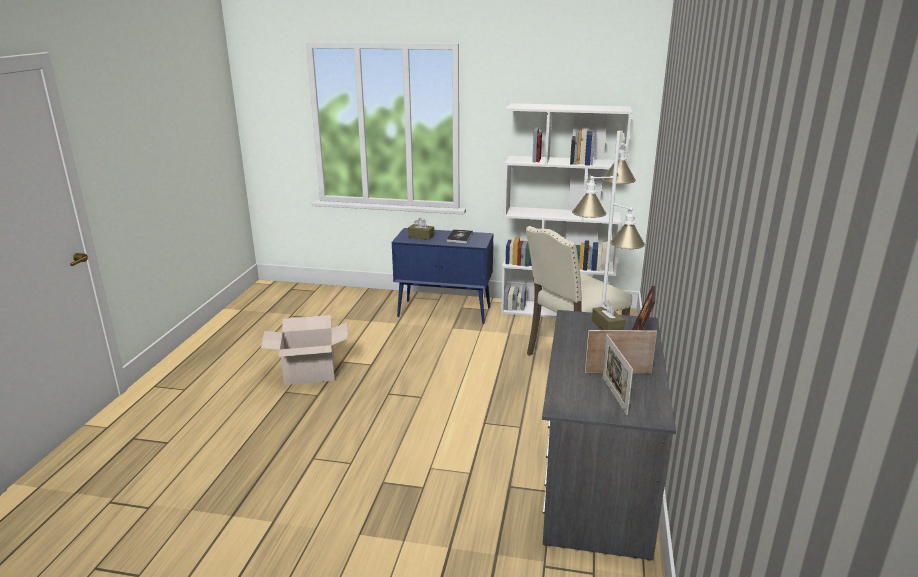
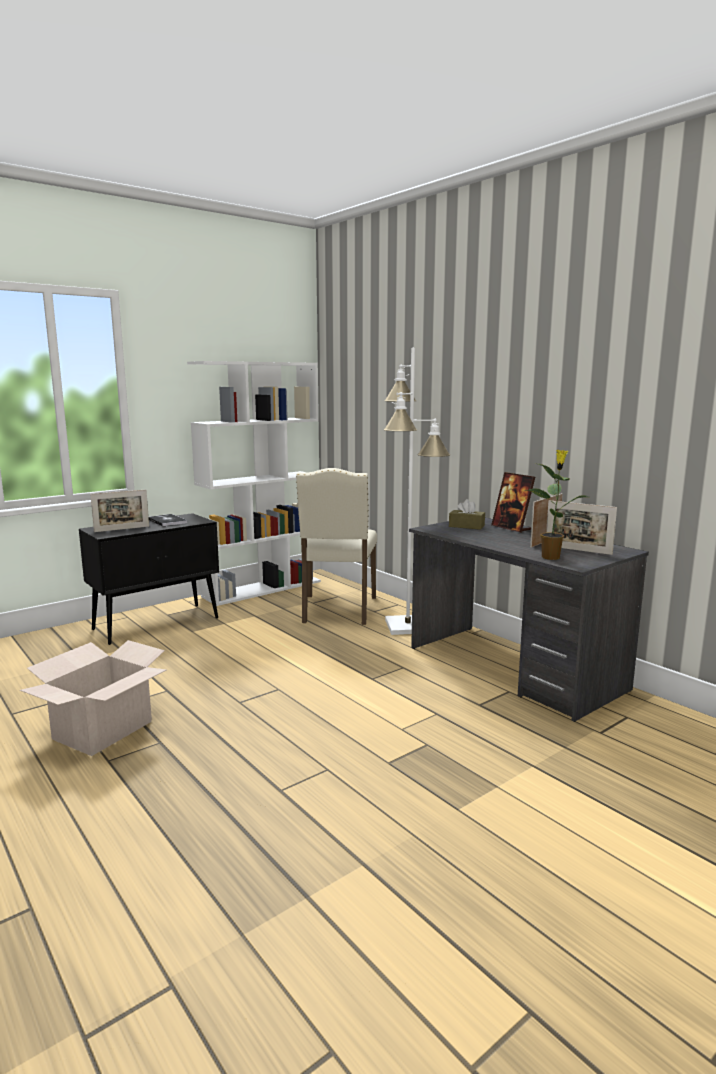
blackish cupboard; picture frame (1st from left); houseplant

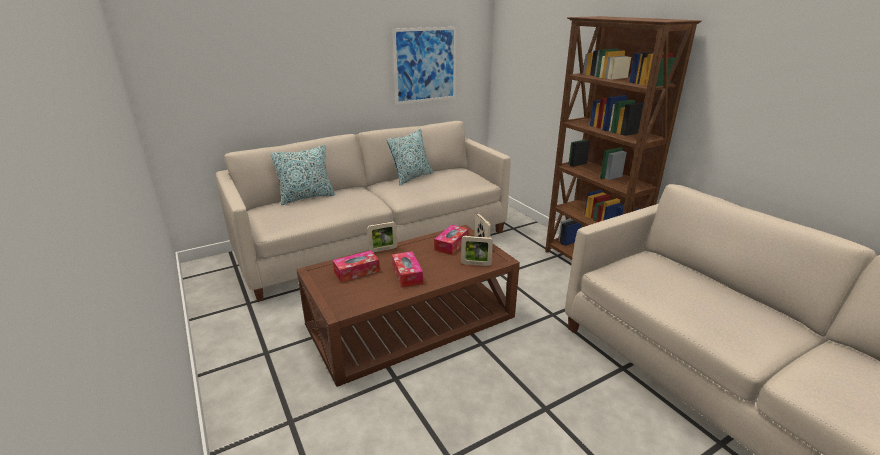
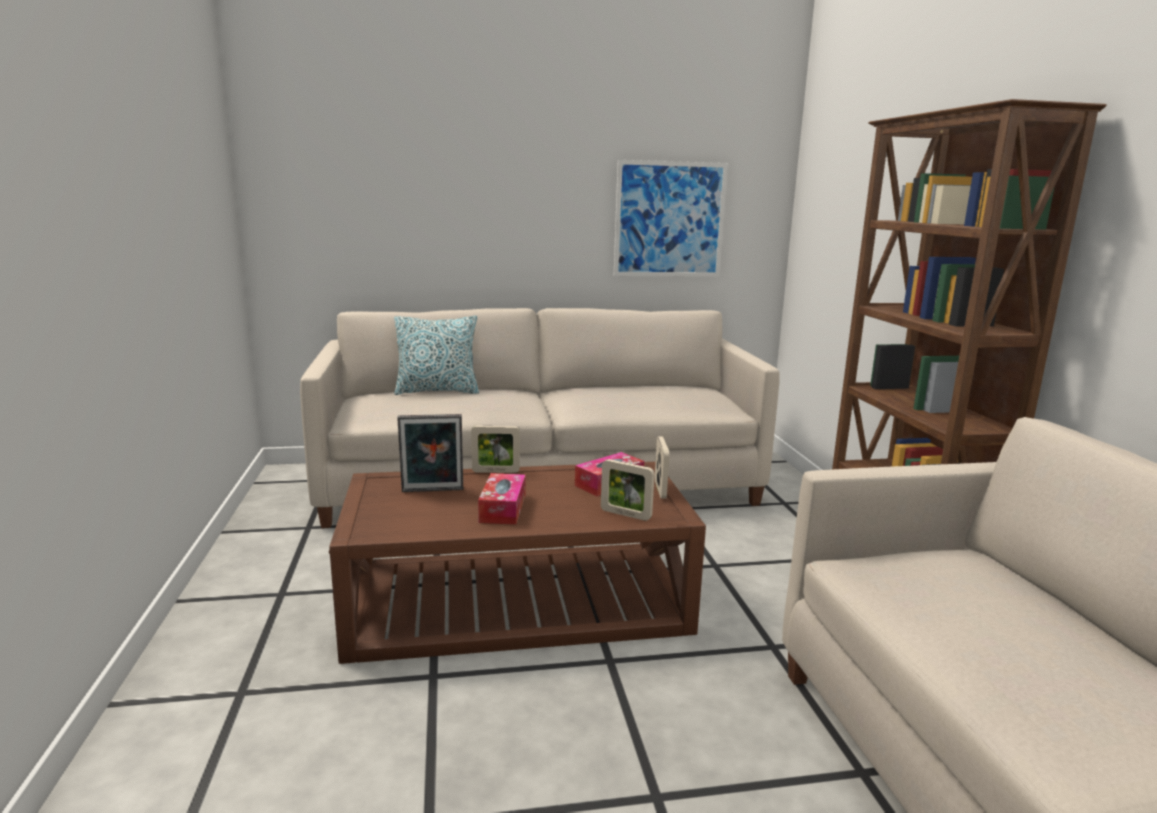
picture frame (1st from left); throw pillow (2nd from left in the first image)

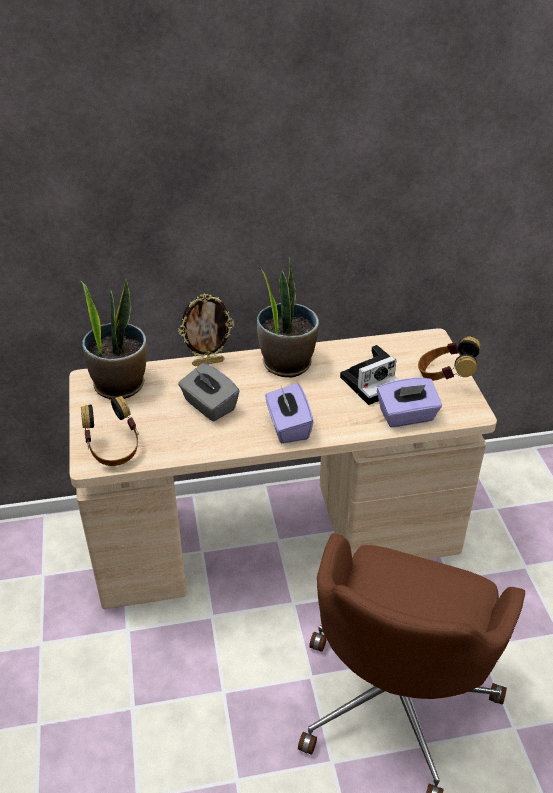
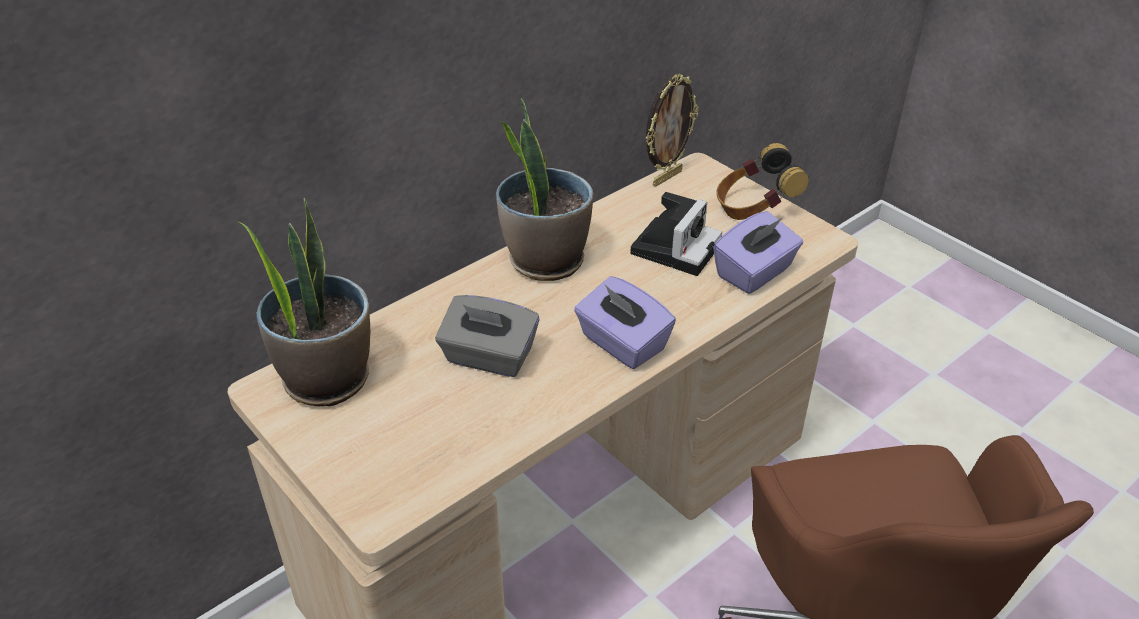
picture frame; pair of headphones (1st from left in the first image)

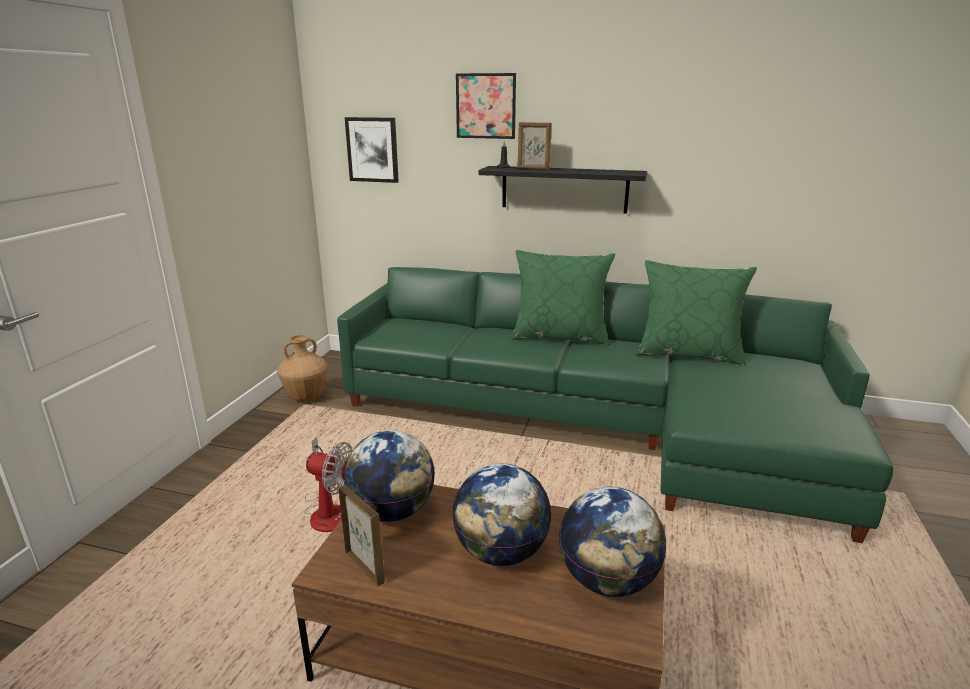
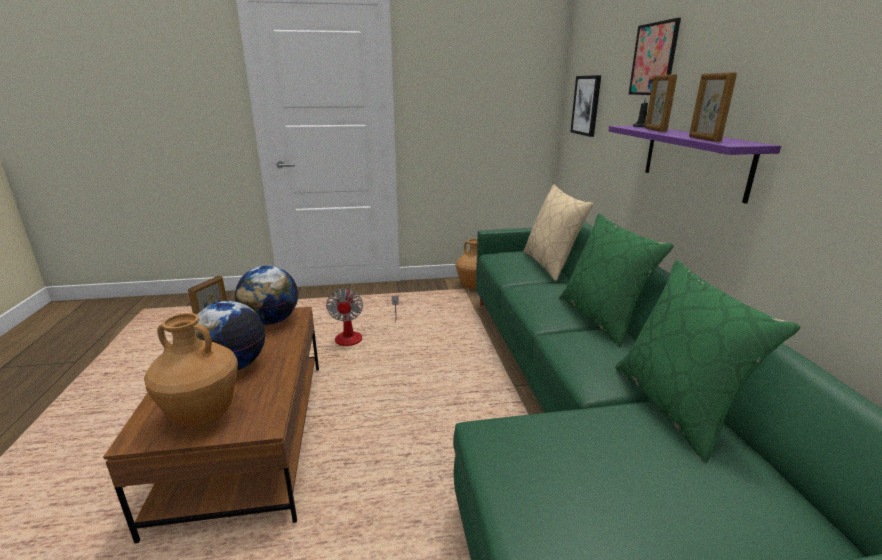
brown-coloured decorative vase (1st from left); sand-coloured throw pillow; purple wall shelf; picture frame (3rd from left)

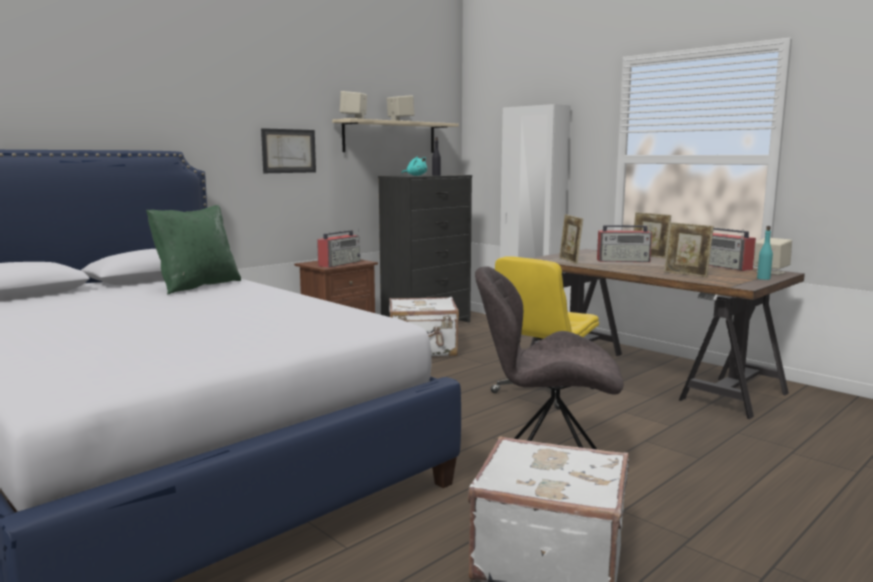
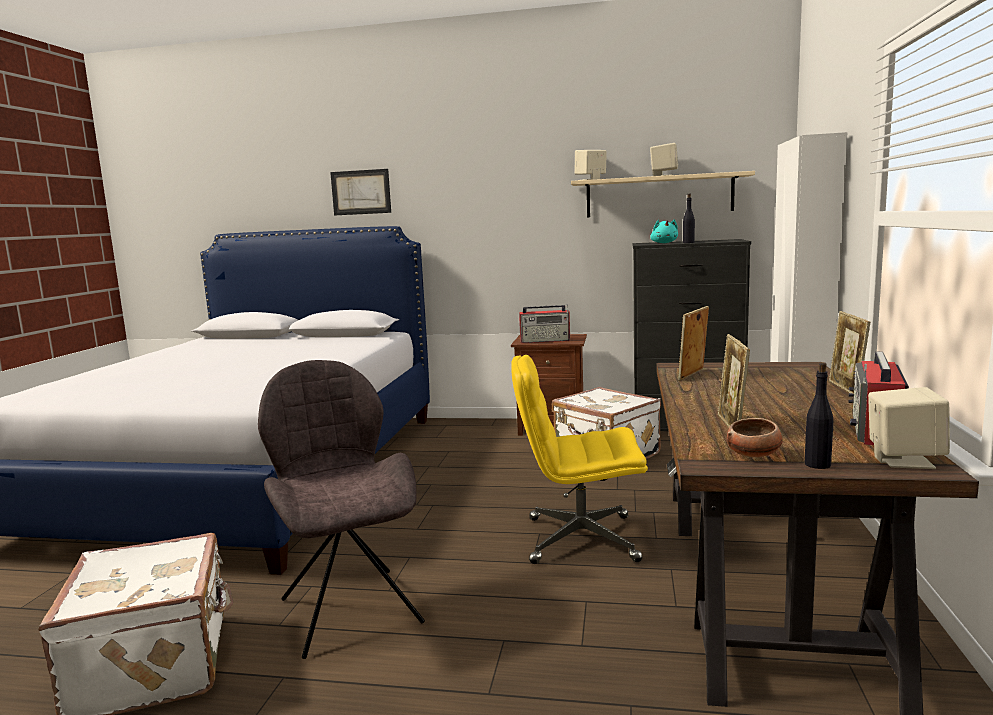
picture; serving bowl; blackish drink bottle (2nd from left); green-coloured throw pillow; radio receiver (2nd from left in the first image)

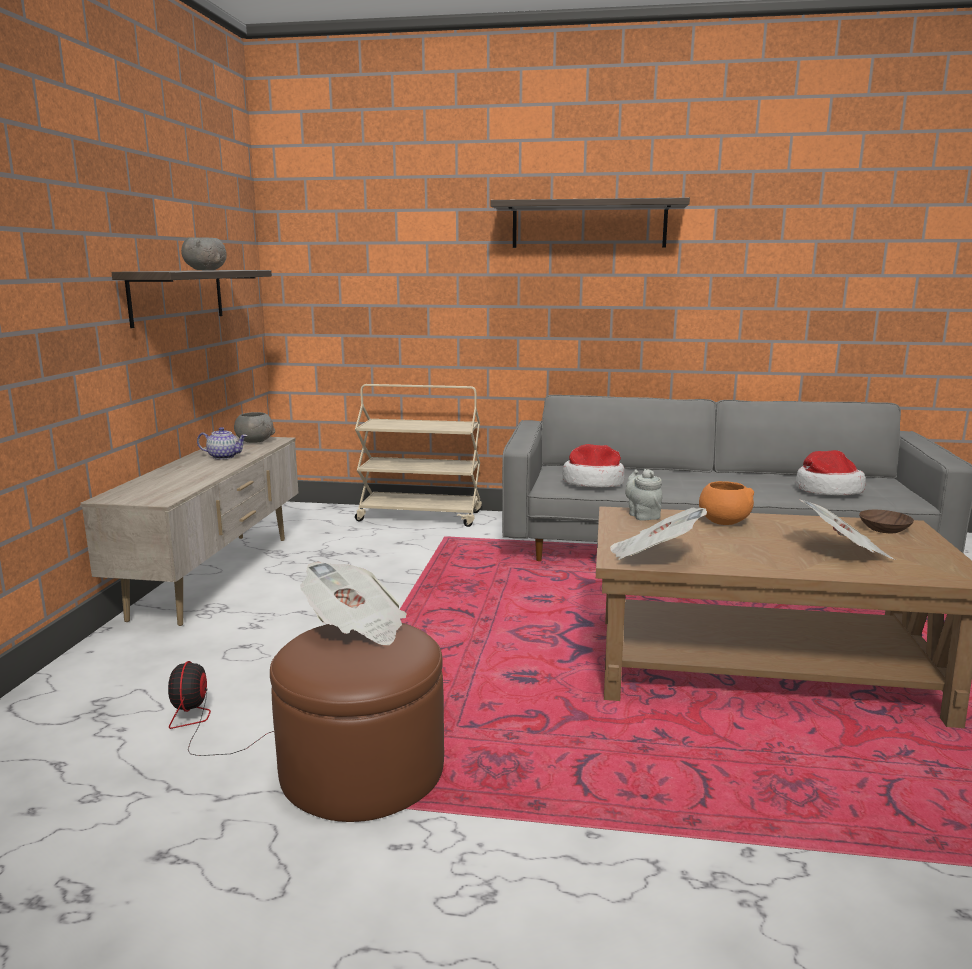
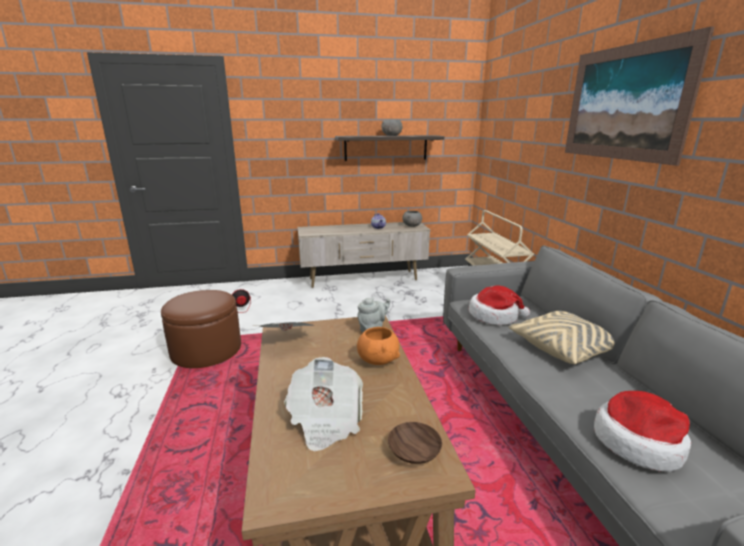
sand-coloured throw pillow; picture; printed paper (1st from left in the first image)

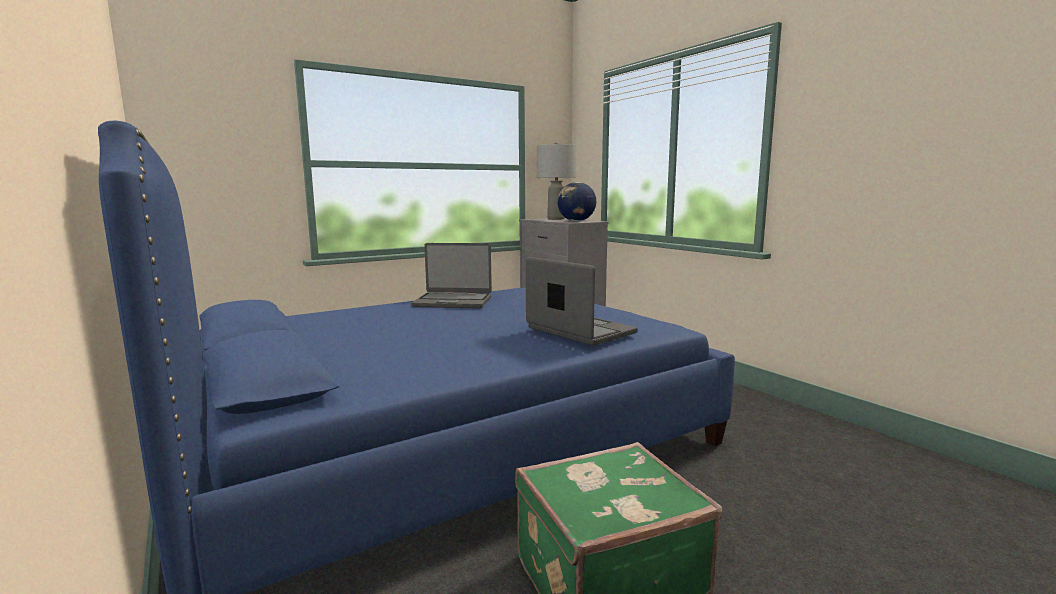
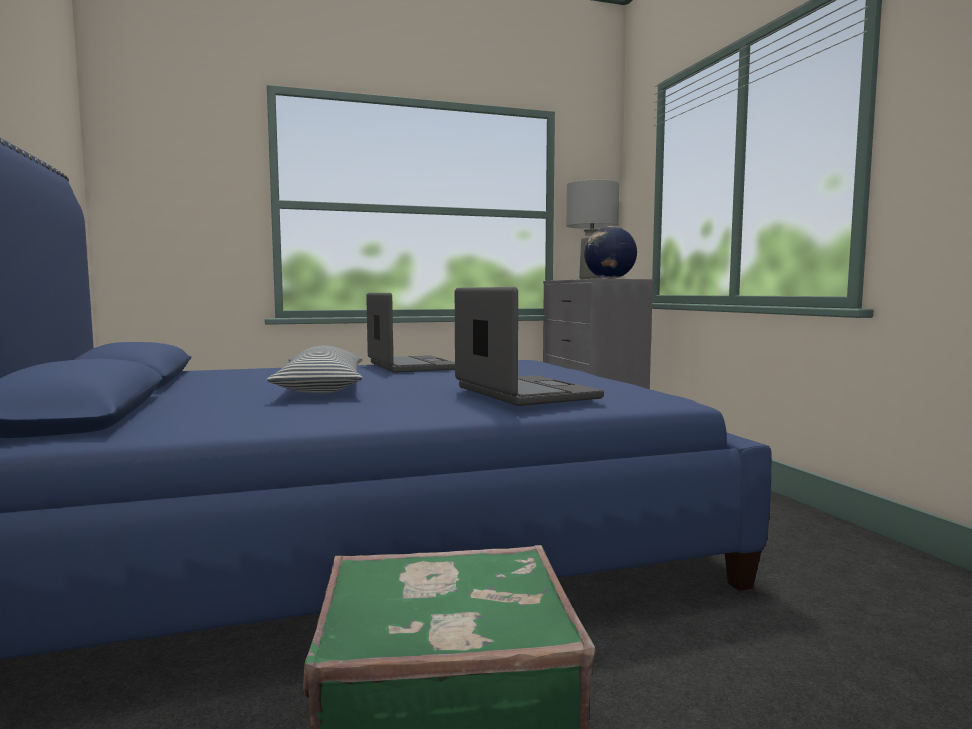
throw pillow; notebook computer (1st from left)

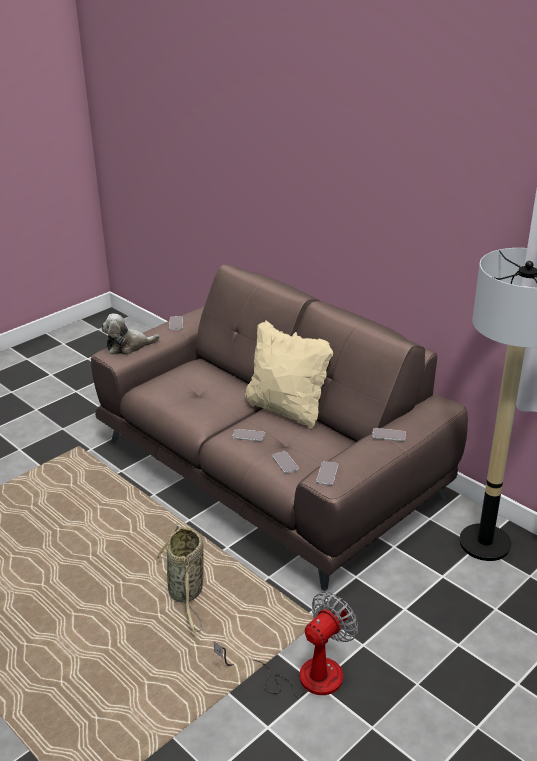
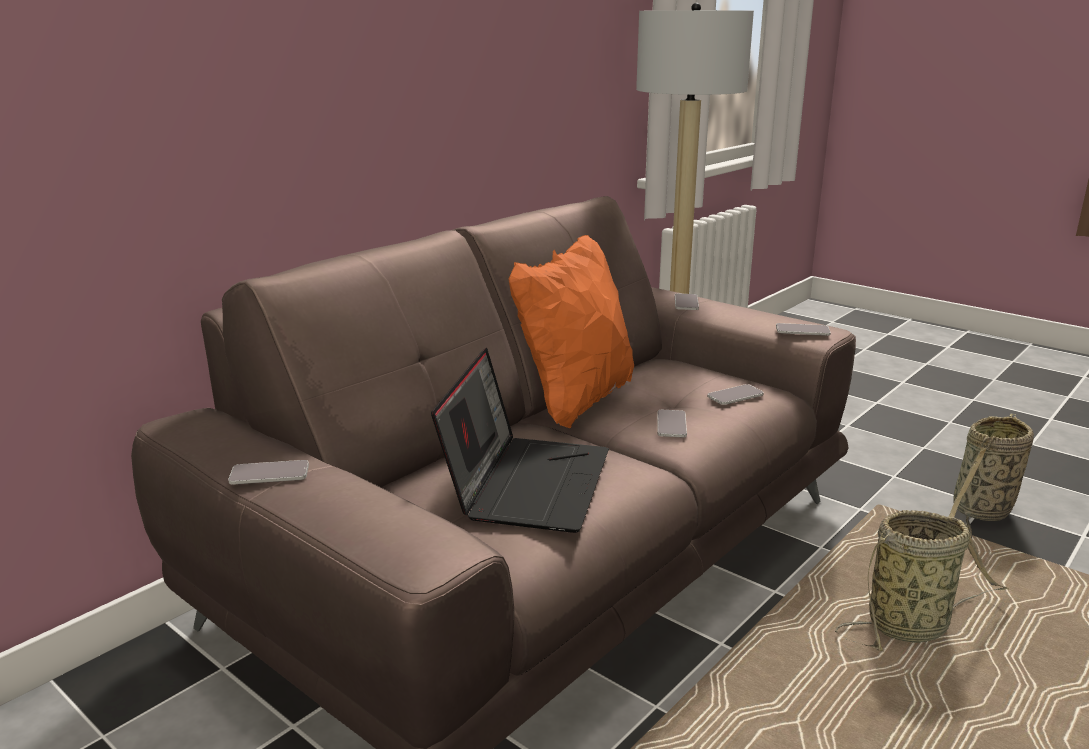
notebook computer; orange-coloured throw pillow; basket (2nd from left); soft toy

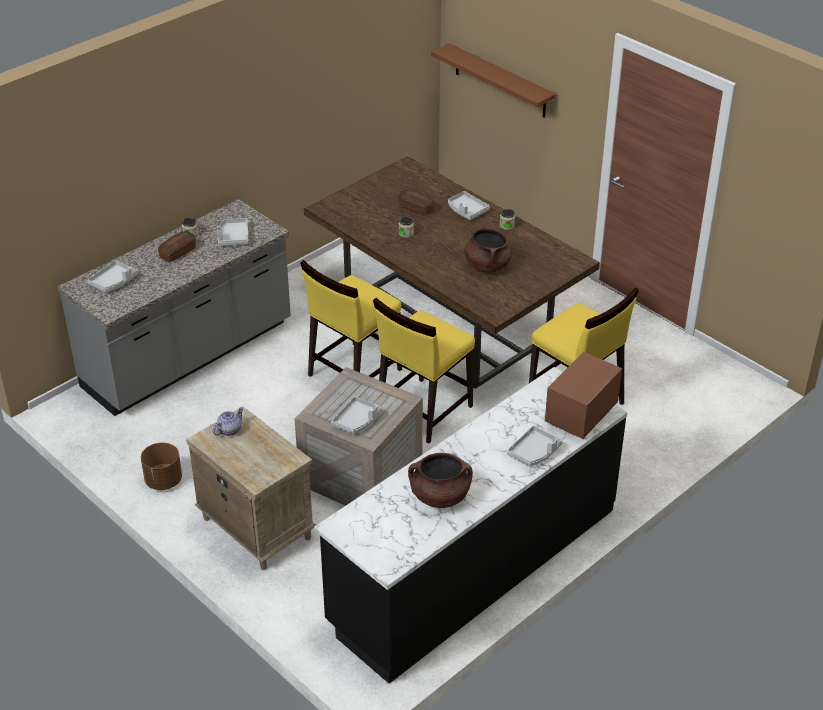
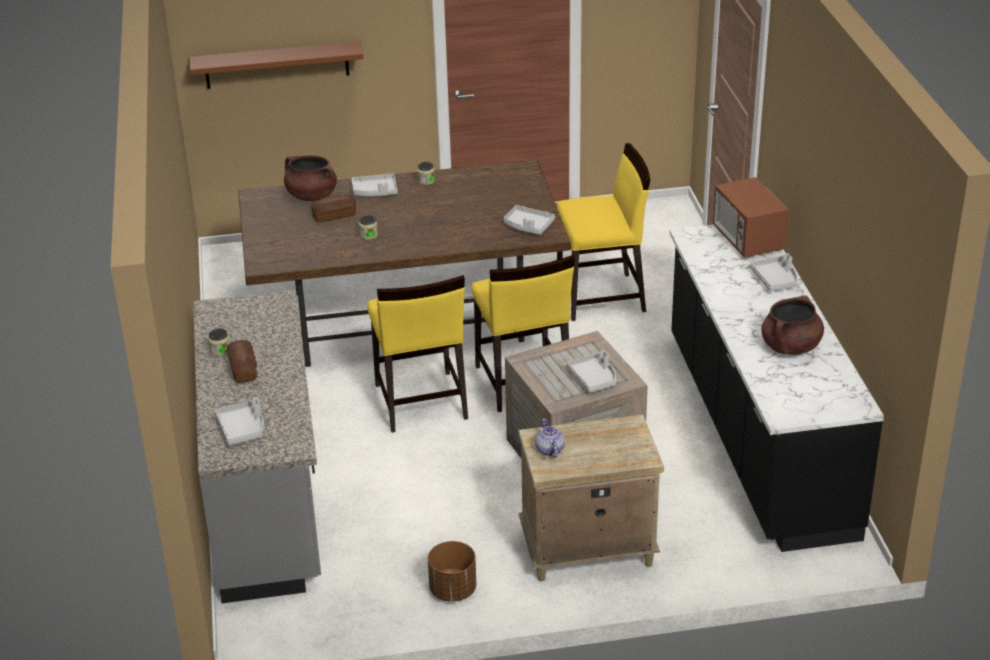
brown-coloured cooking pot (1st from left); gray tray (3rd from left)

